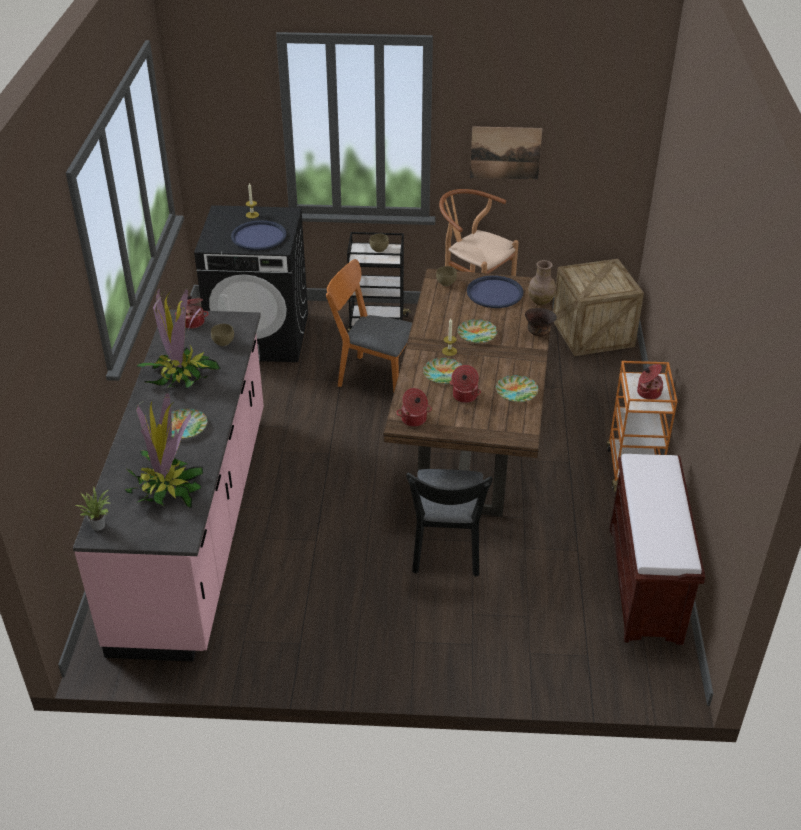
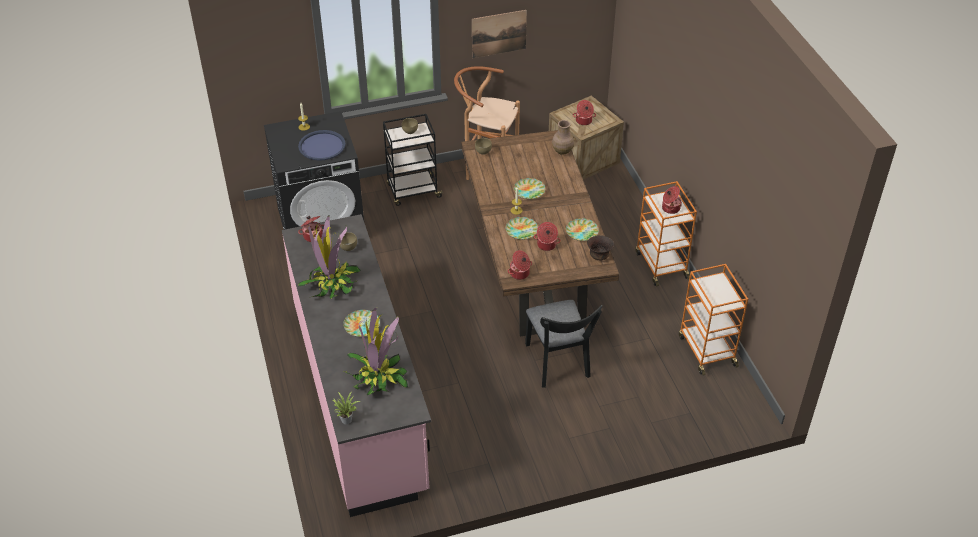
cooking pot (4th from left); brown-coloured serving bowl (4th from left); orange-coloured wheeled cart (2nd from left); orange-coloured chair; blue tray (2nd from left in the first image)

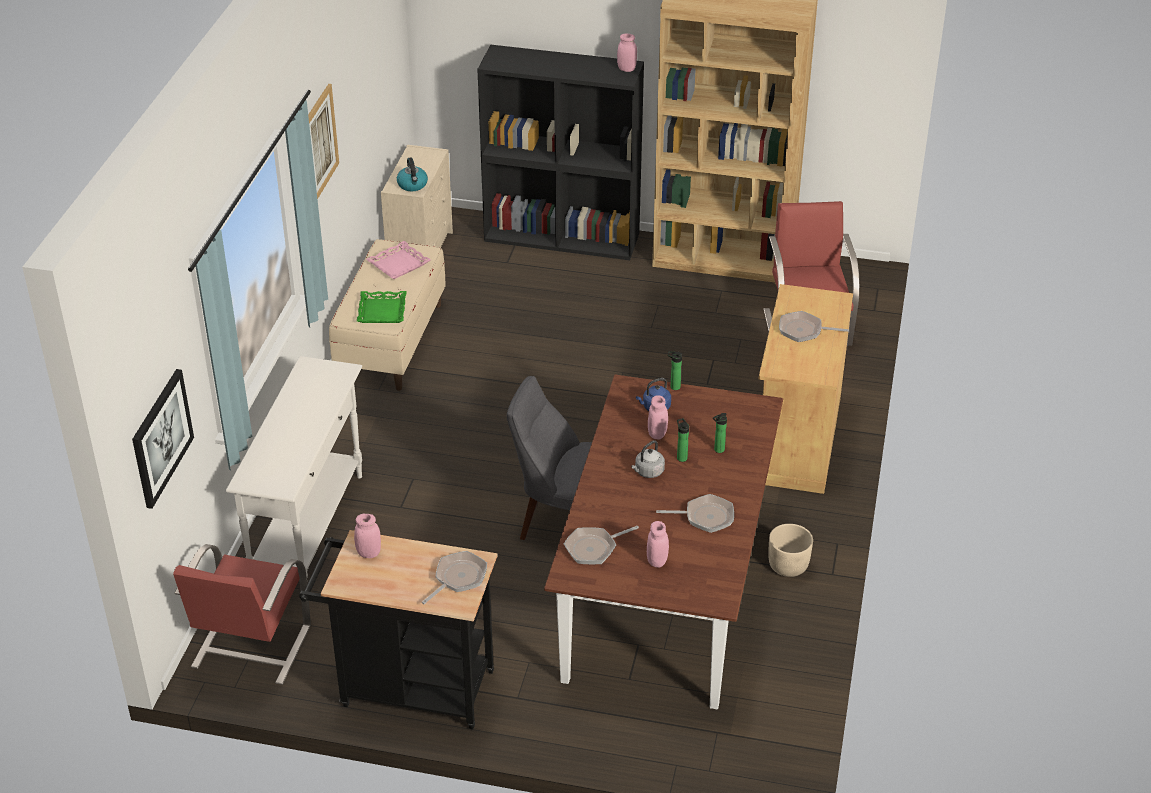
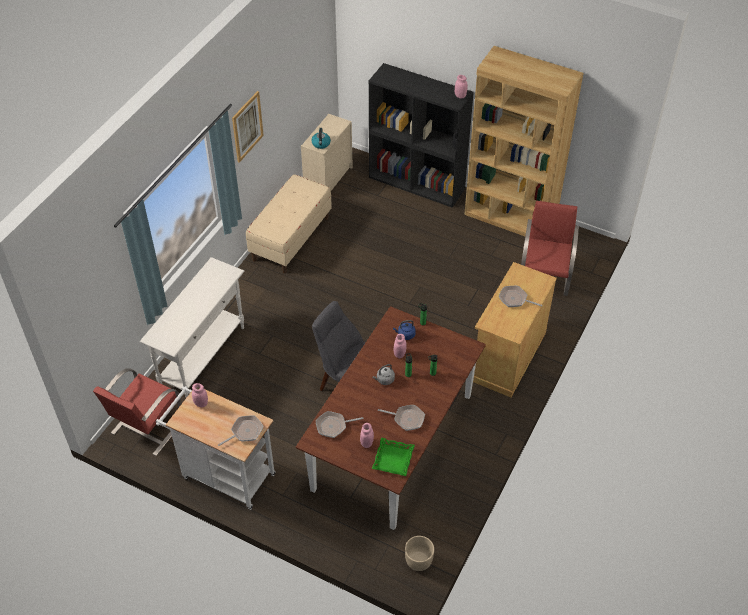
white wheeled cart; green-coloured tray; sand-coloured flower pot; picture (1st from left in the first image); pink tray

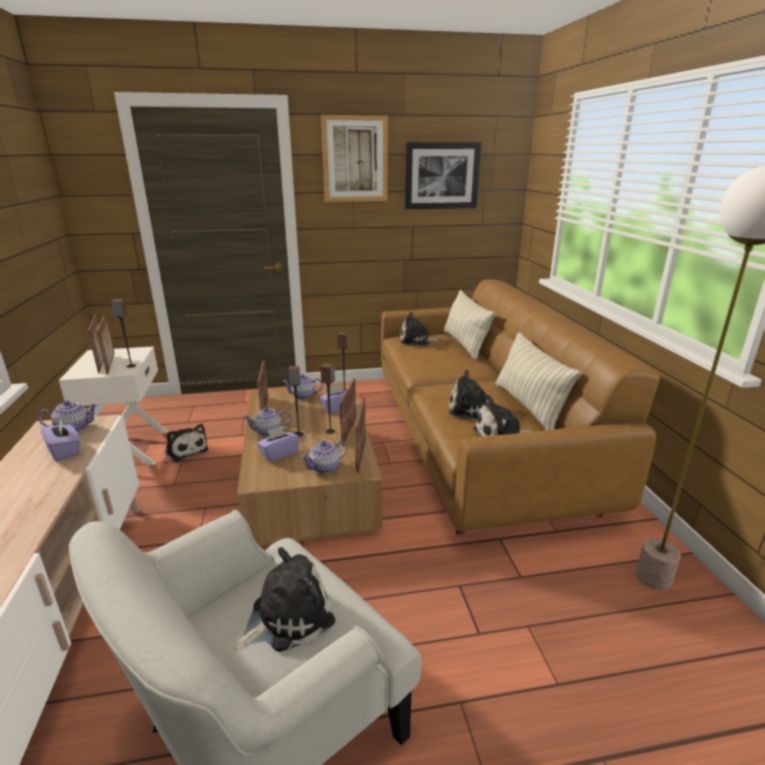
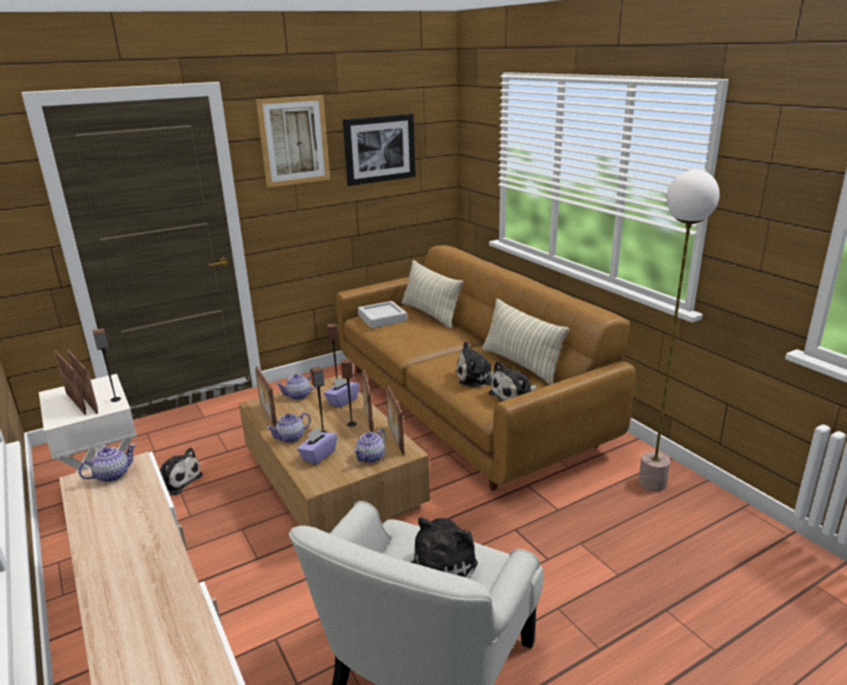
gray tray; purple tissue holder (1st from left in the first image)

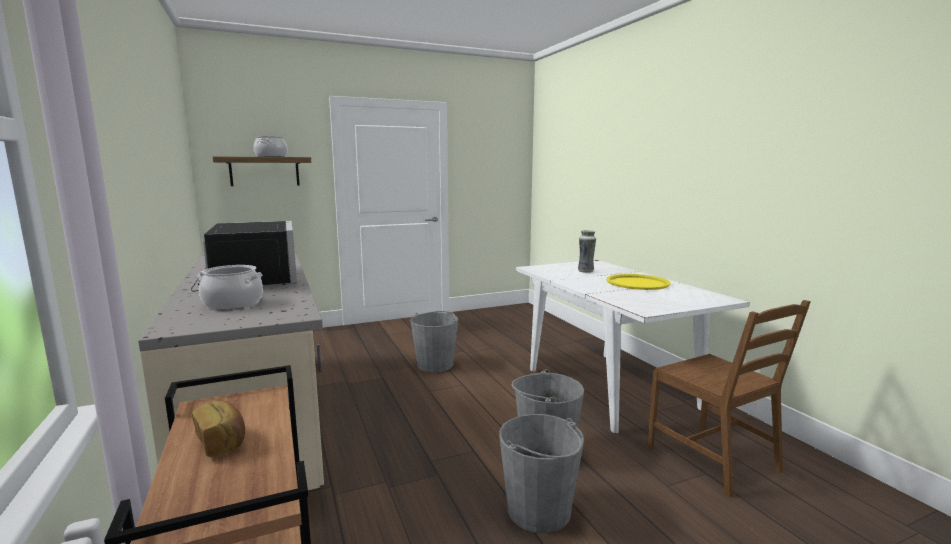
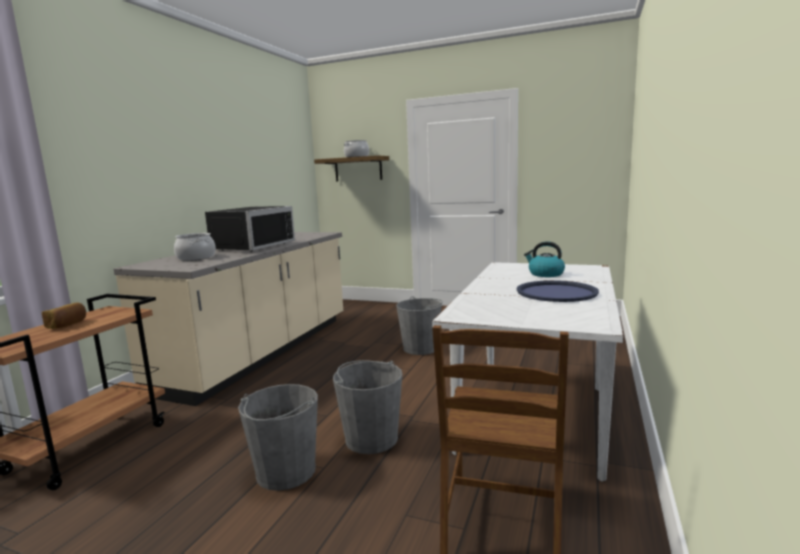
blue tray; kettle

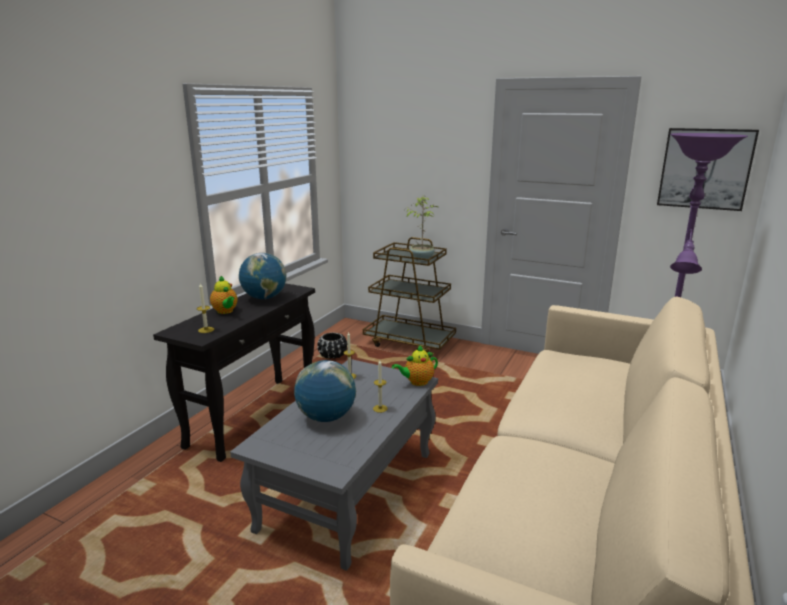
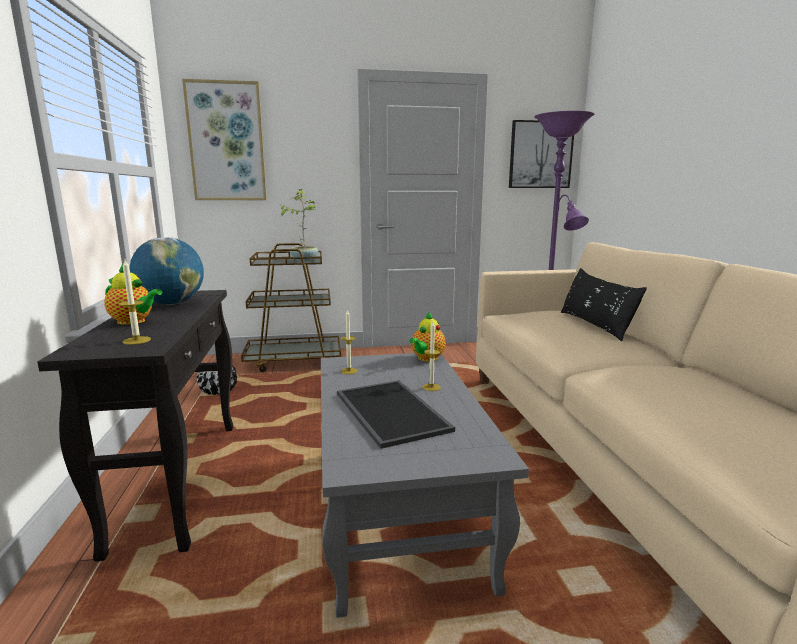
picture (1st from left); tray; blackish throw pillow

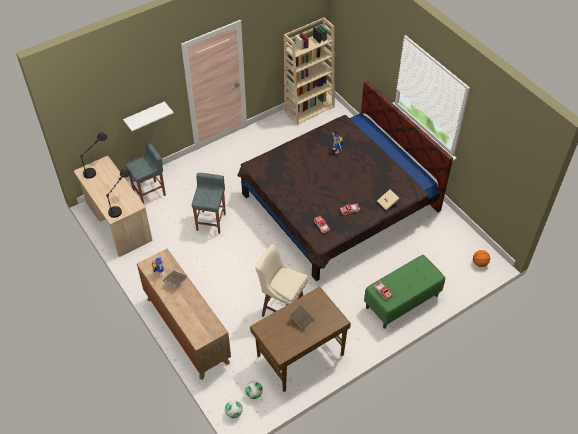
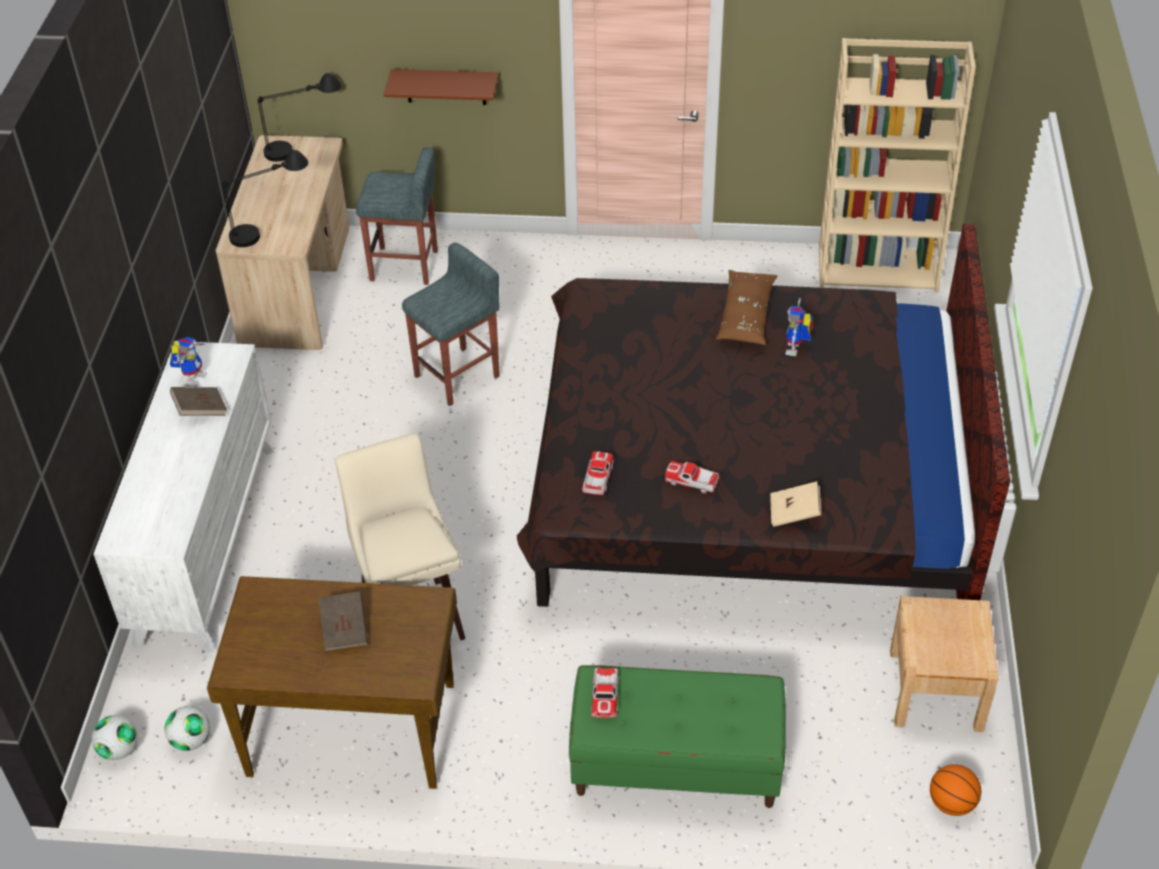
white chest of drawers; brown-coloured wall shelf; brown-coloured throw pillow; sand-coloured night table

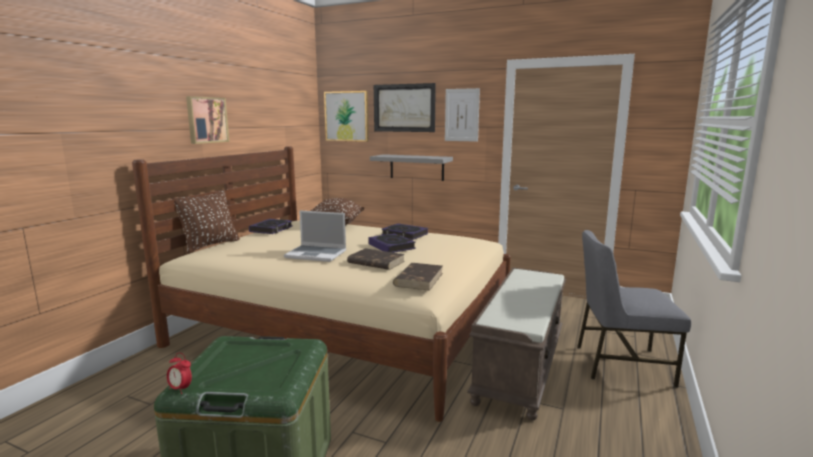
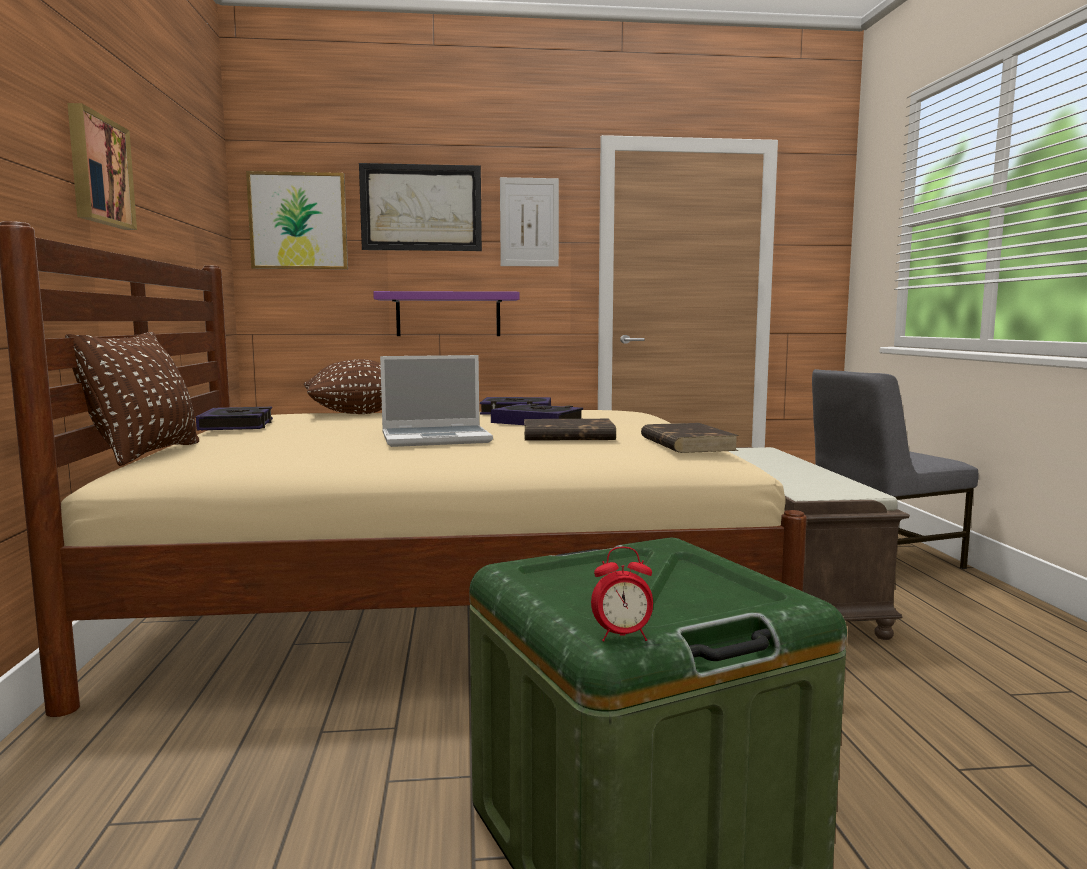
purple wall shelf

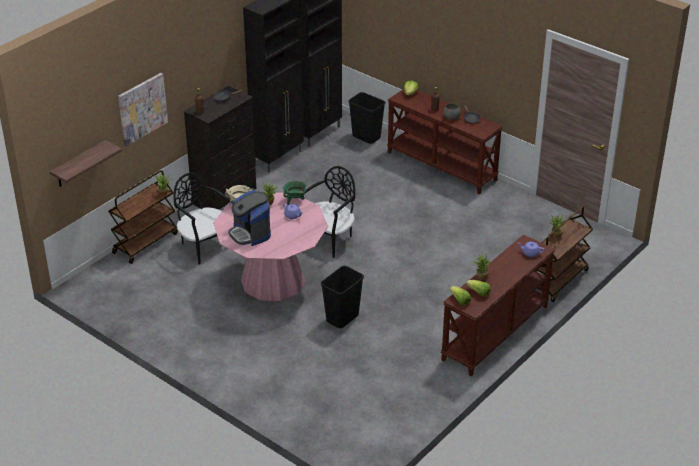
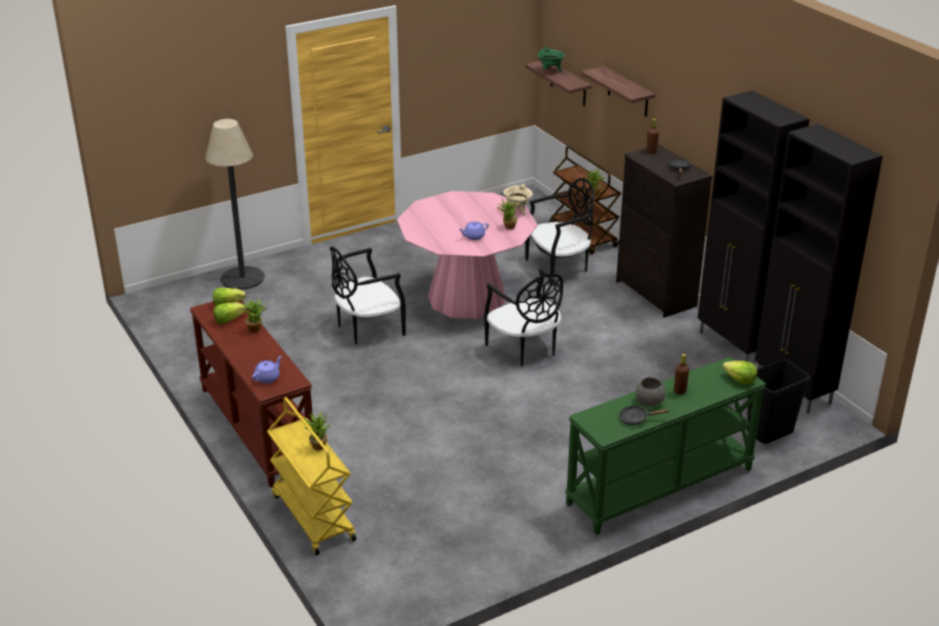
standing lamp; yellow-coloured wheeled cart; blackish chair (1st from left); green-coloured cooking pot; green-coloured hall table; wall shelf (2nd from left); coffee maker

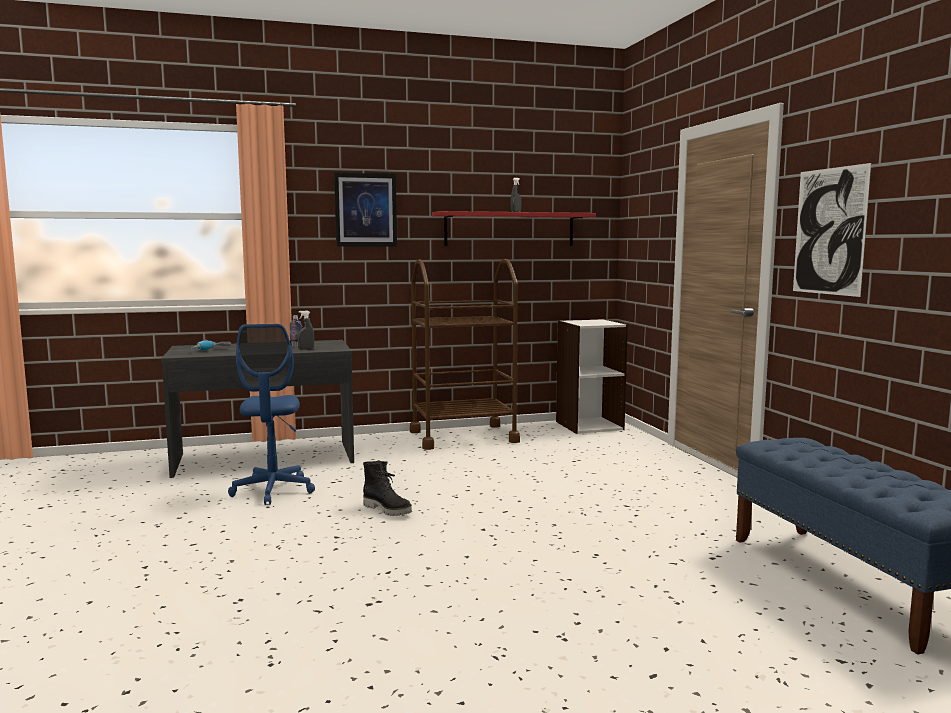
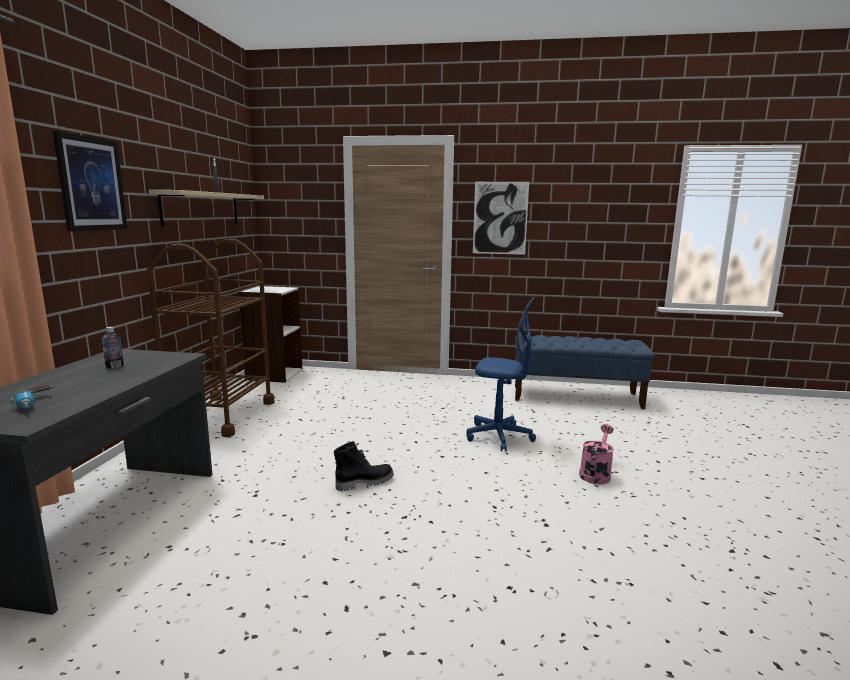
sand-coloured wall shelf; blue office chair; pink sprinkling can; gray hand sprayer (1st from left in the first image)

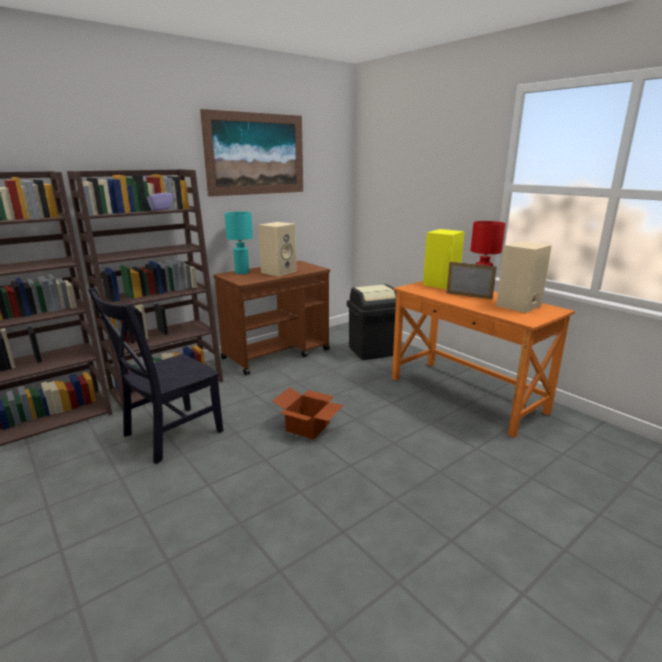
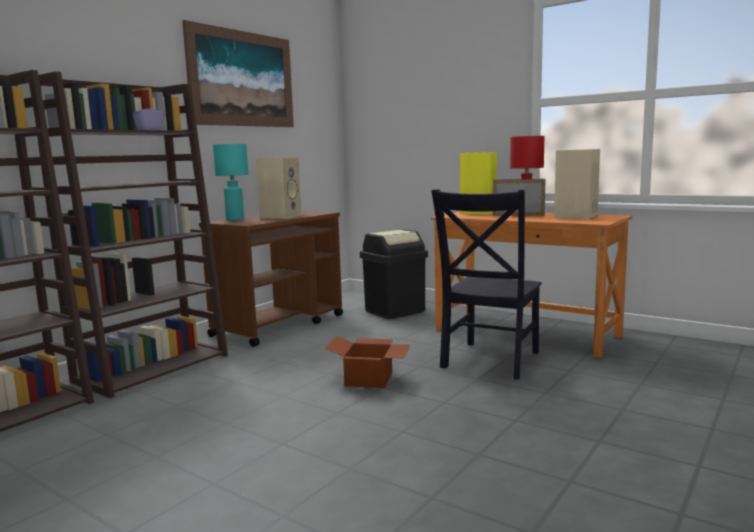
blackish chair

